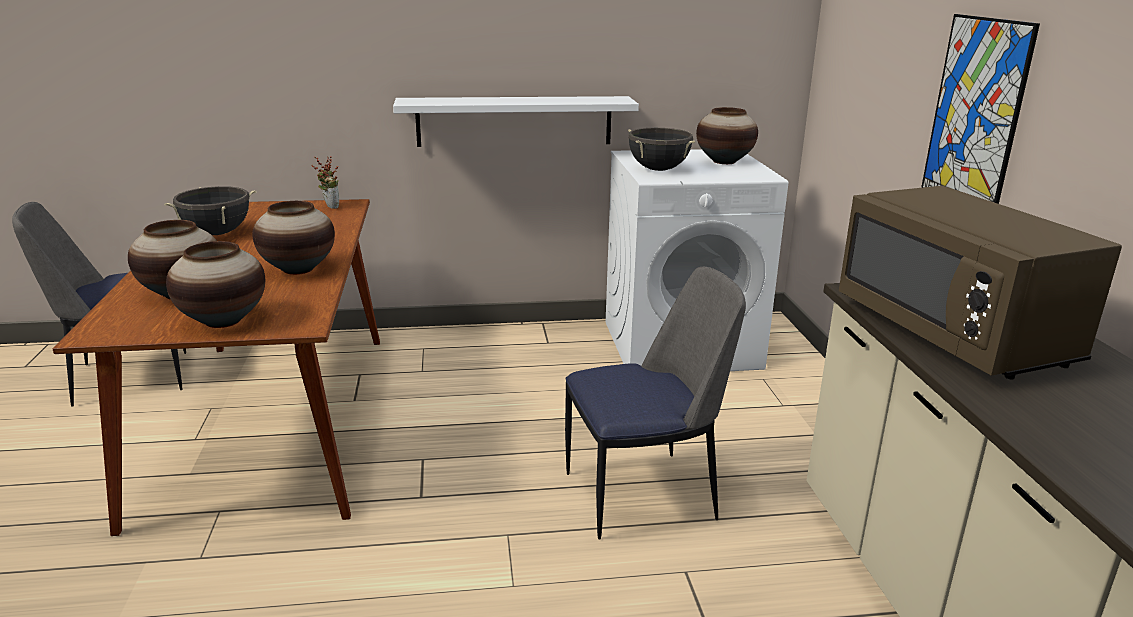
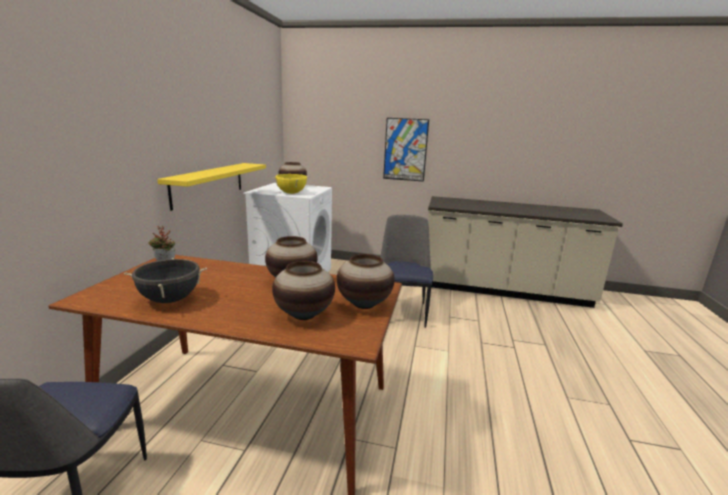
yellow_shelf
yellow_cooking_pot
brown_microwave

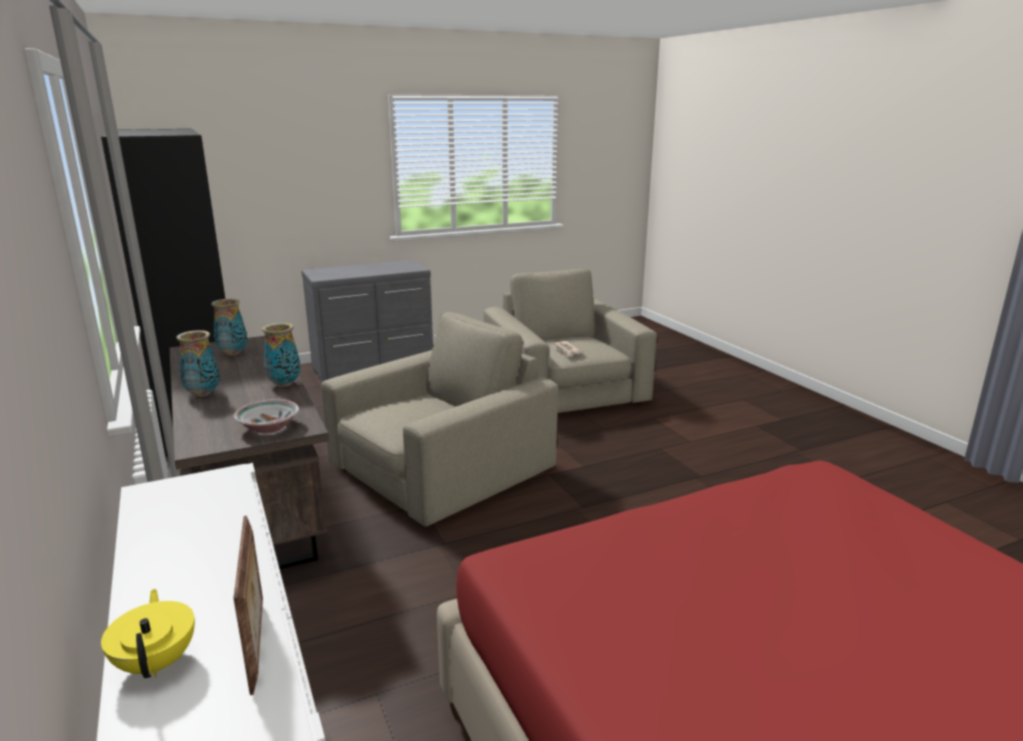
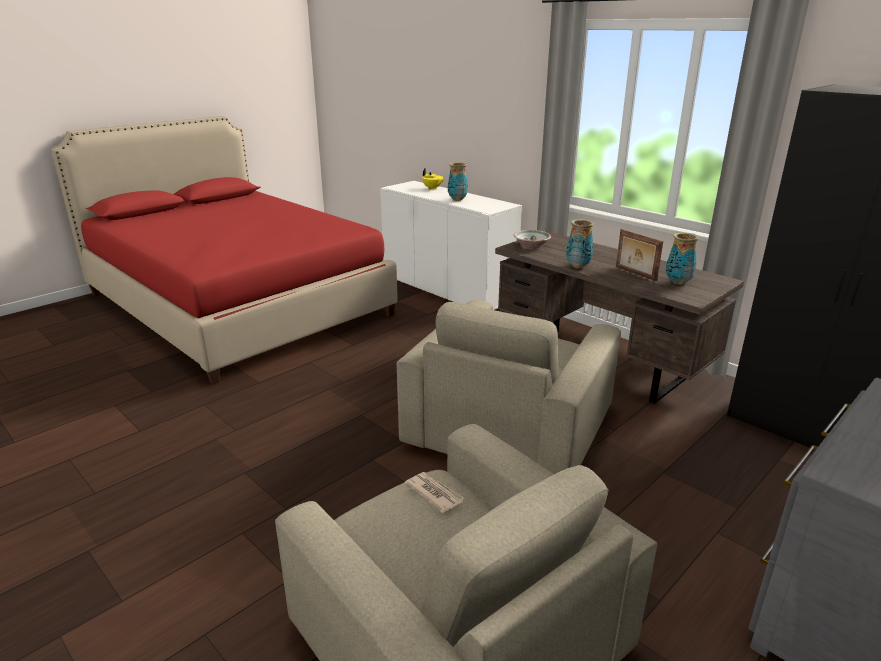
vase (1st from left)
picture_frame

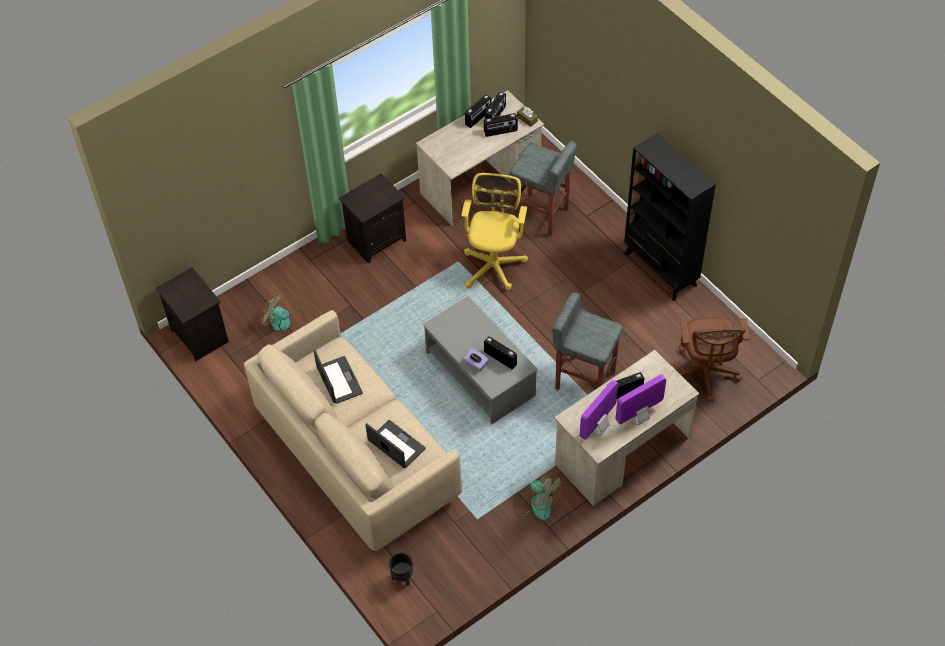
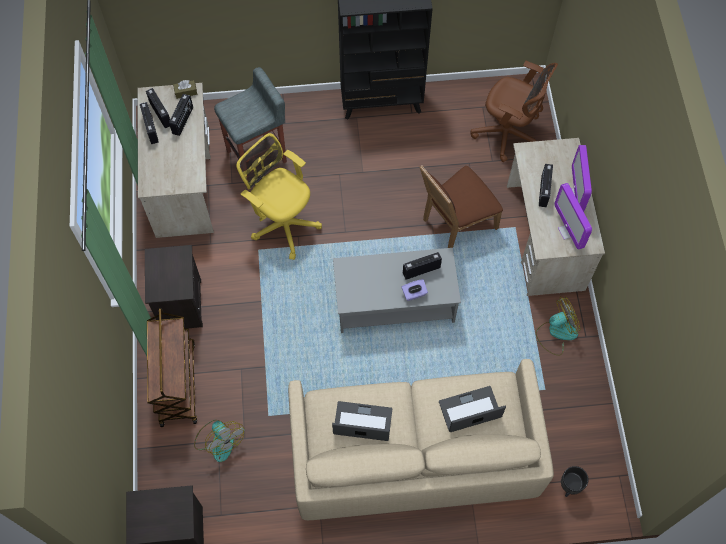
fan (1st from left)
brown_chair
brown_cart

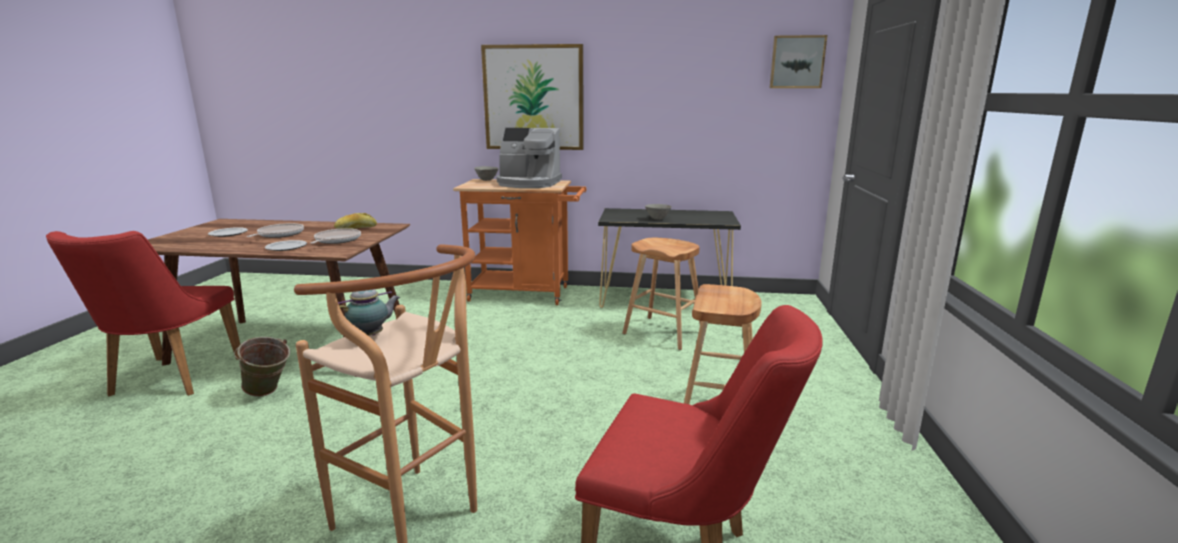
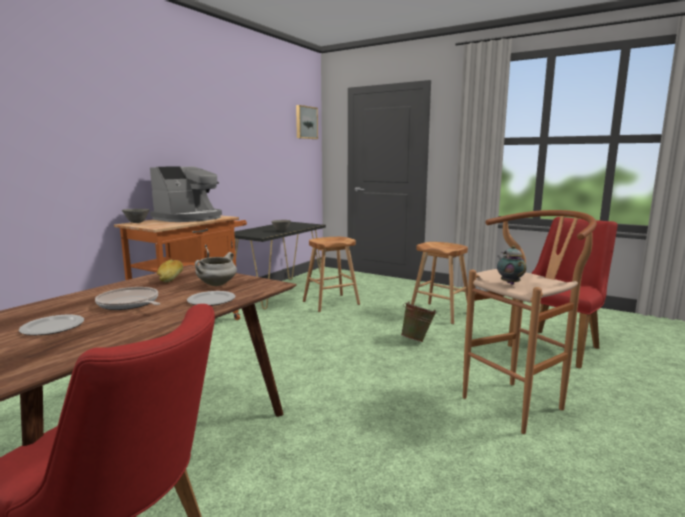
green_bucket
white_cooking_pot
picture (1st from left in the first image)

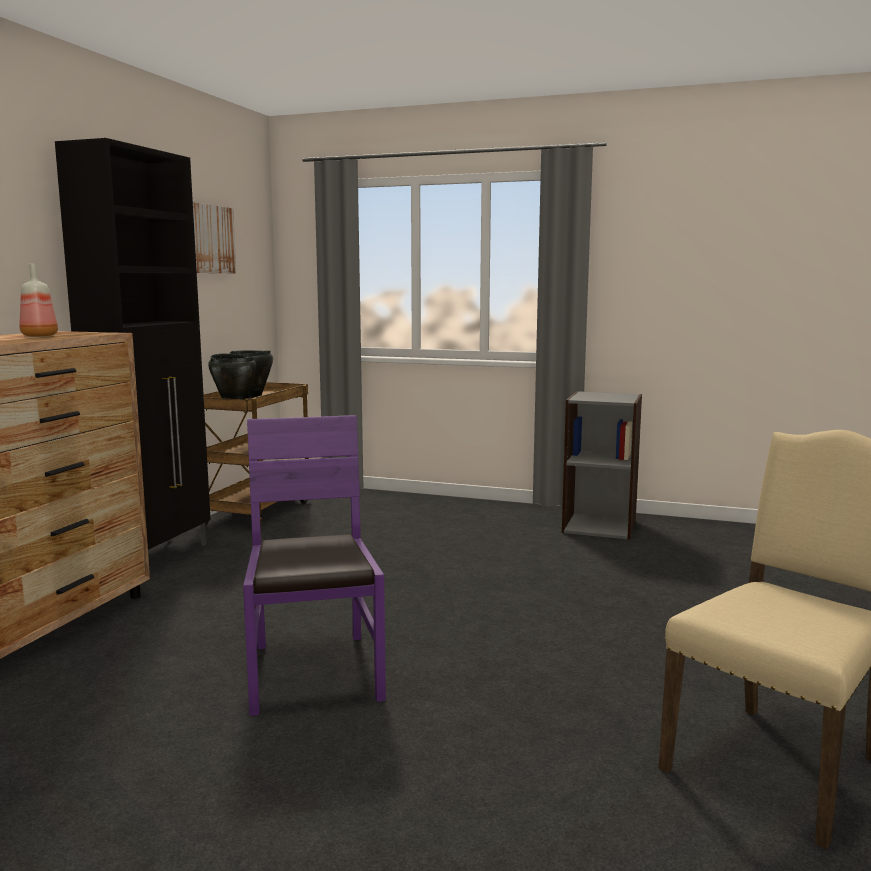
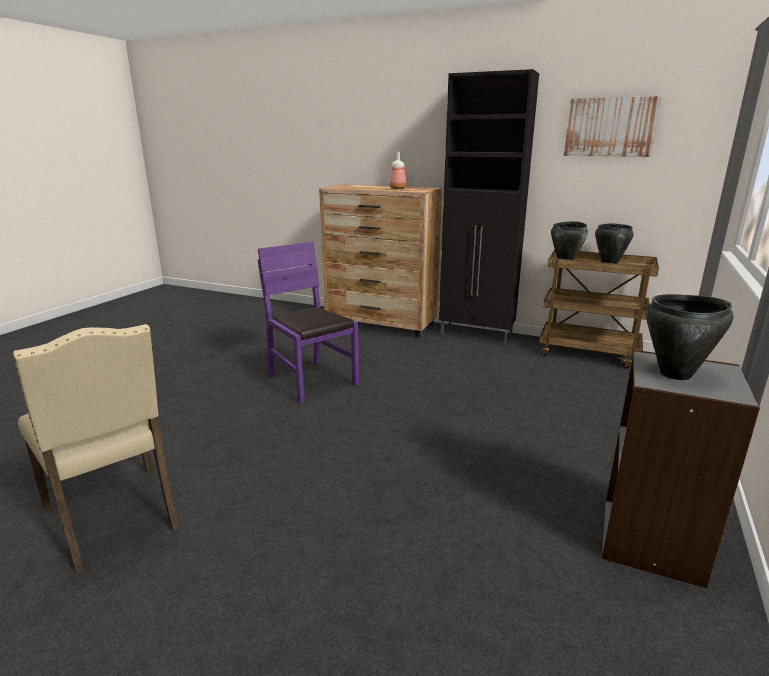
purple_chair
black_cooking_pot (3rd from left)

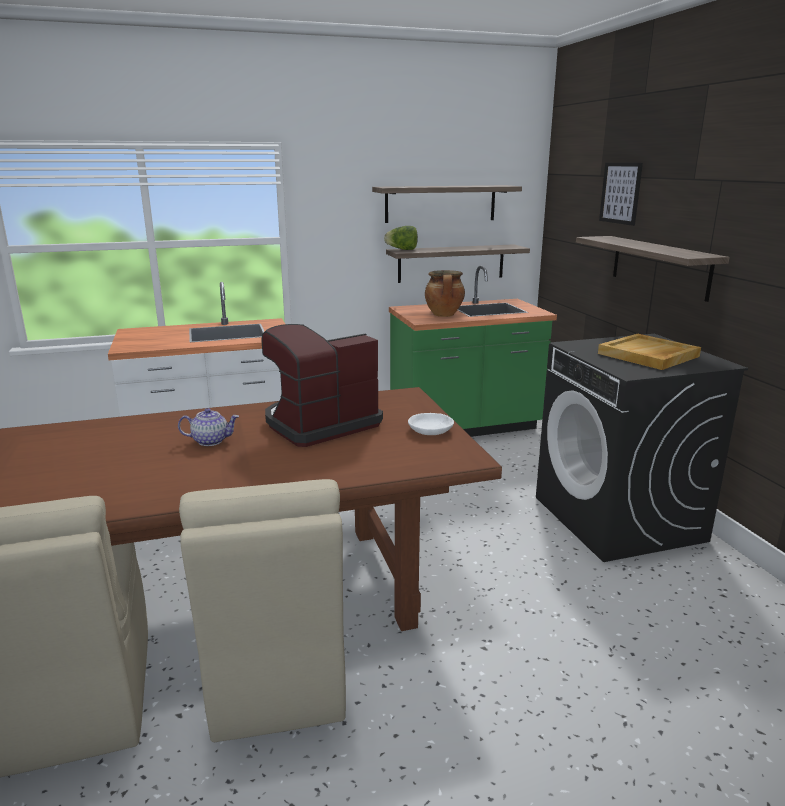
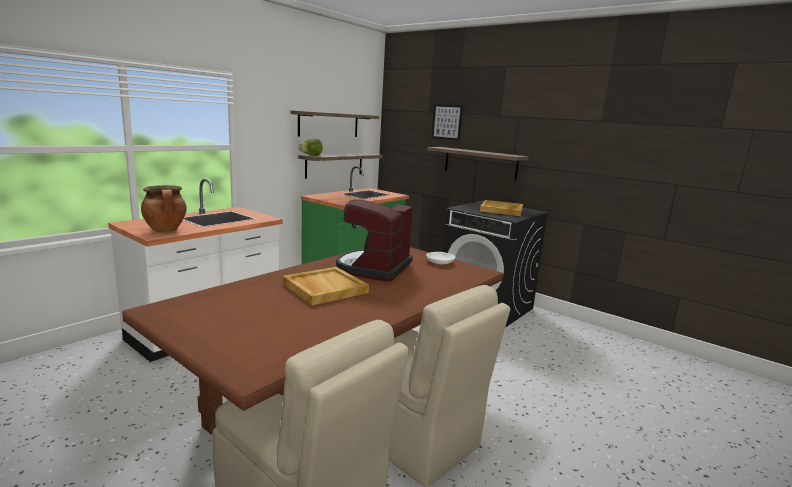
beige_tray (1st from left)
cooking_pot

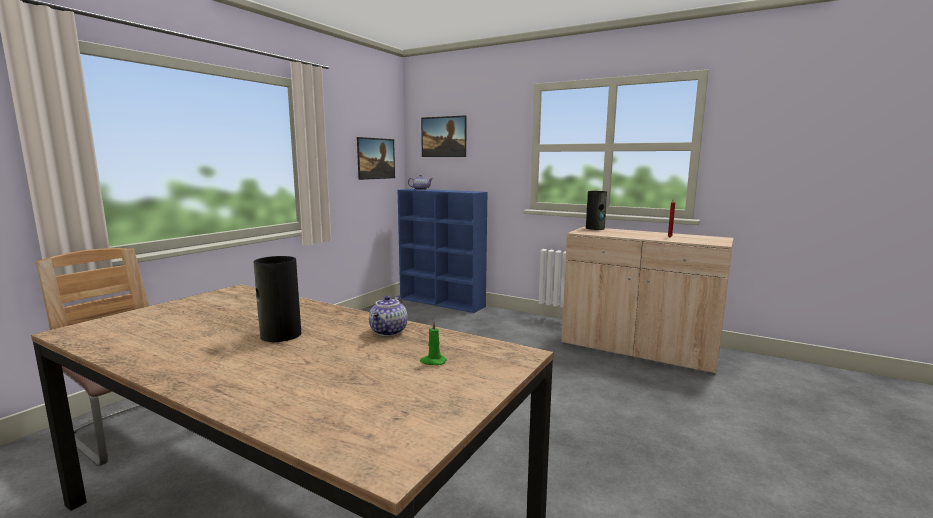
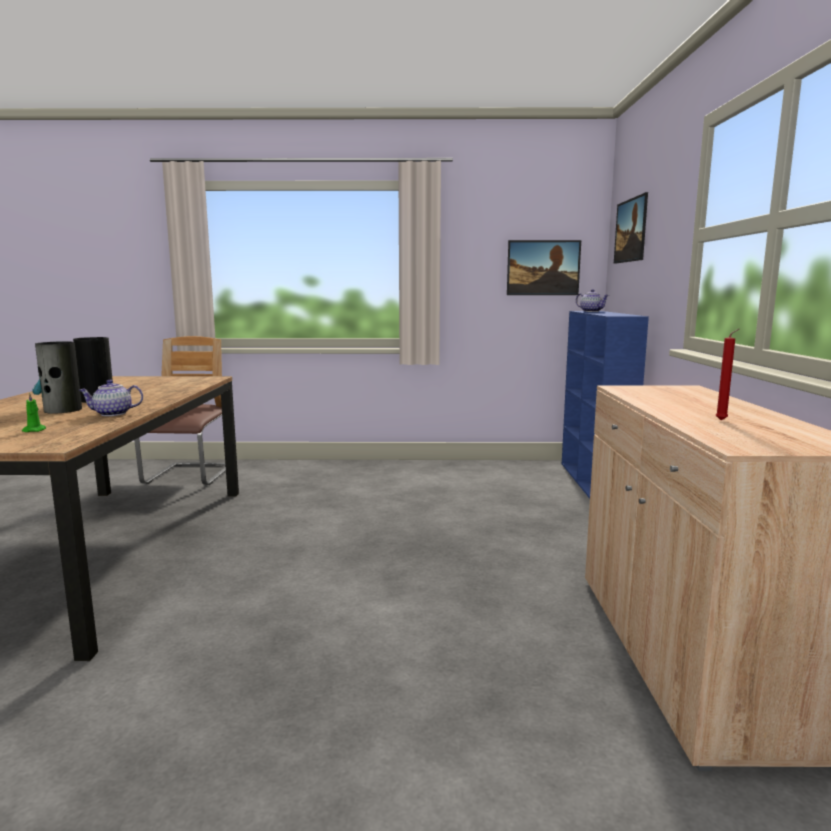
vase (1st from left)

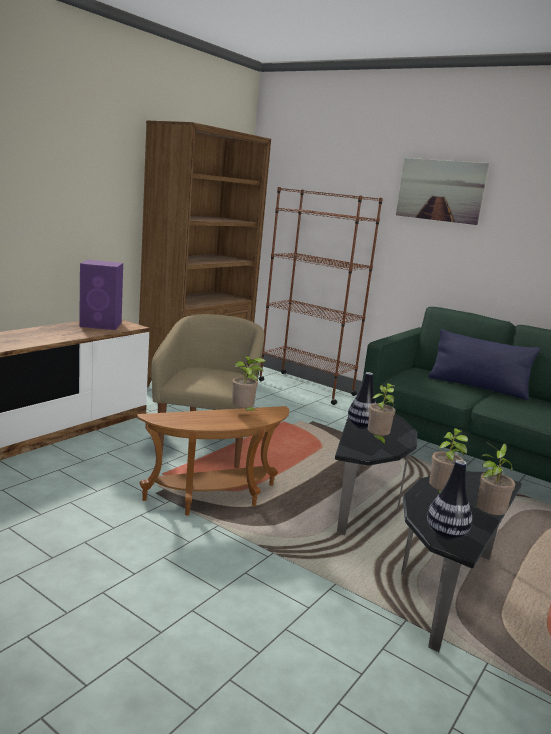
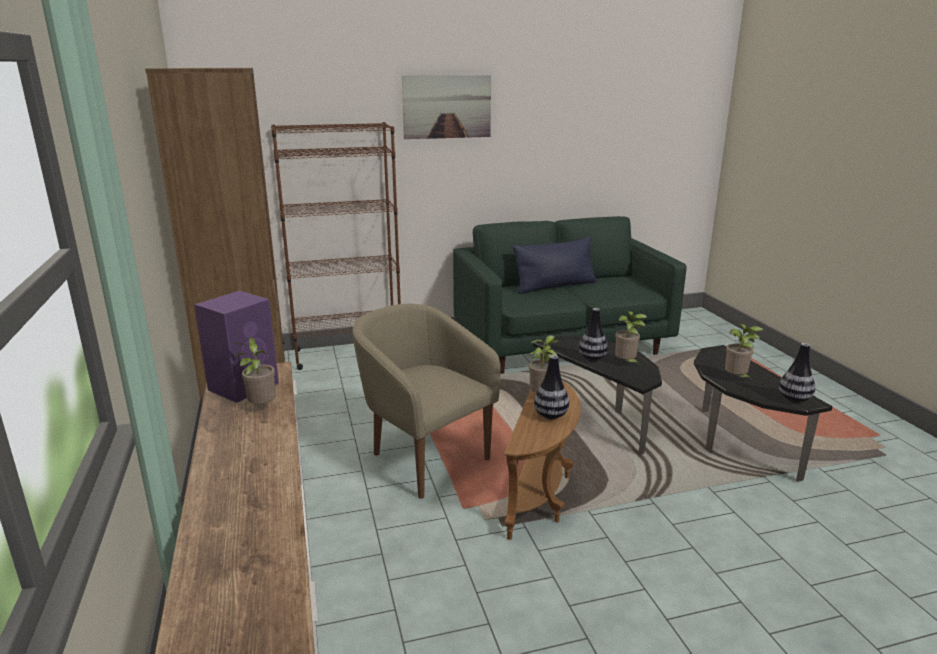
potted_plant (1st from left)
vase (1st from left)

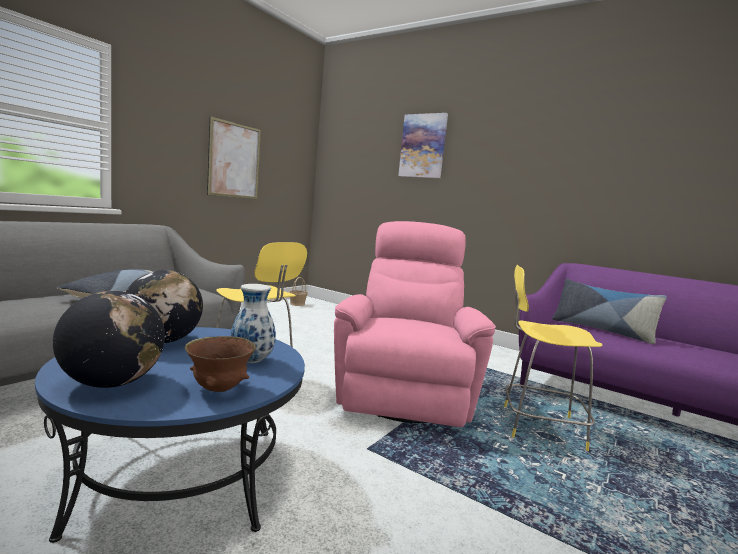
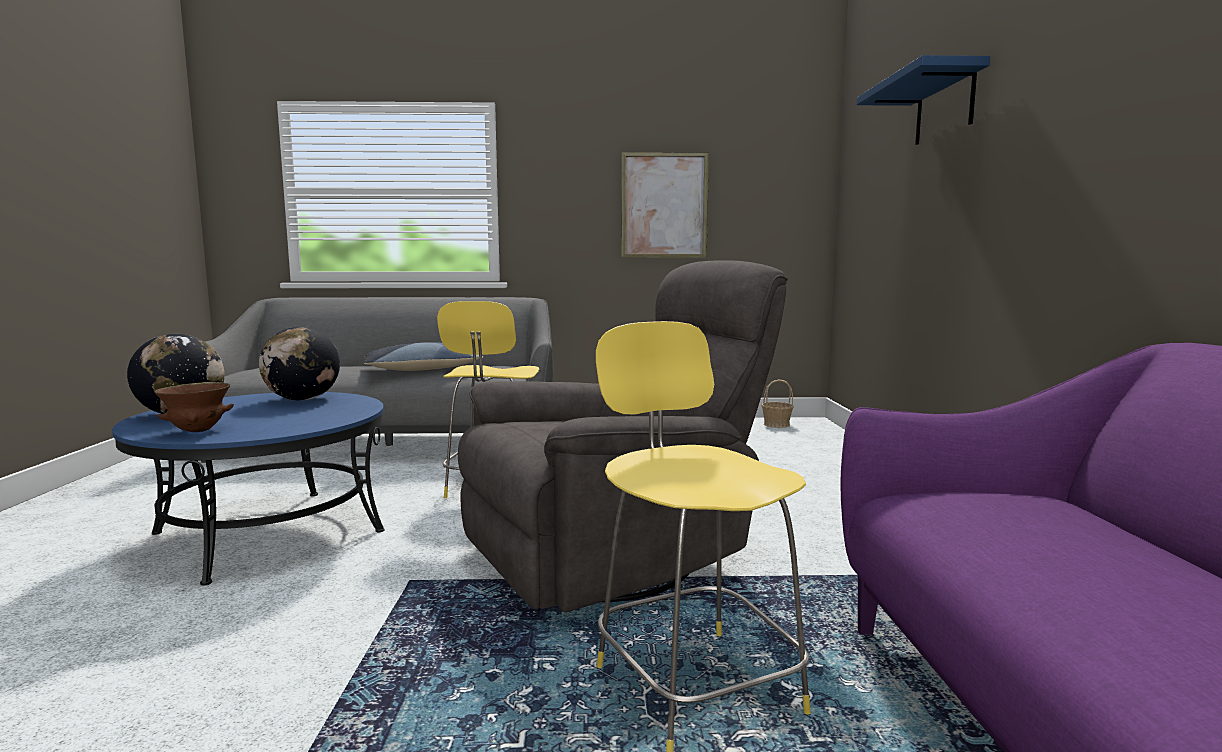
vase
grey_armchair
blue_shelf
pillow (2nd from left in the first image)

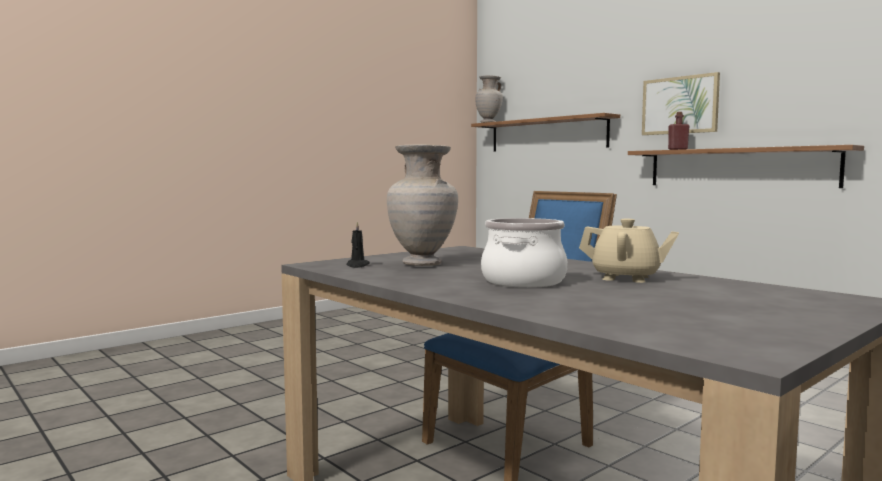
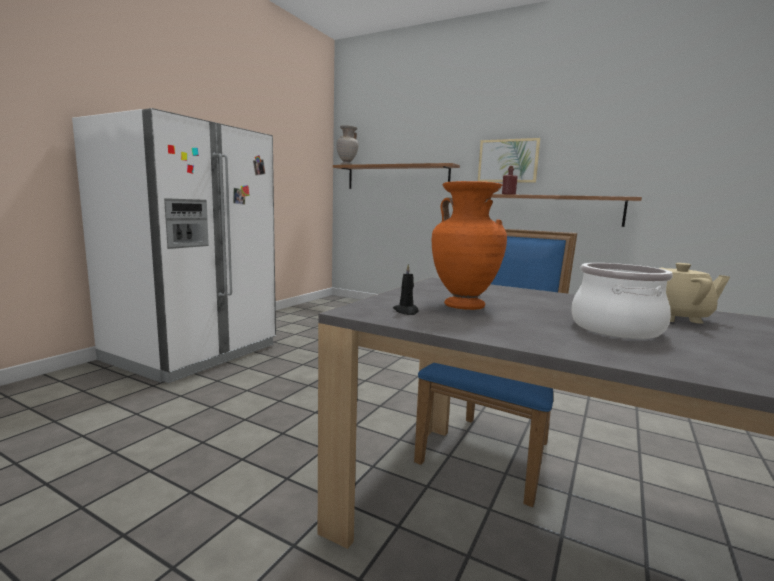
orange_vase
white_fridge

